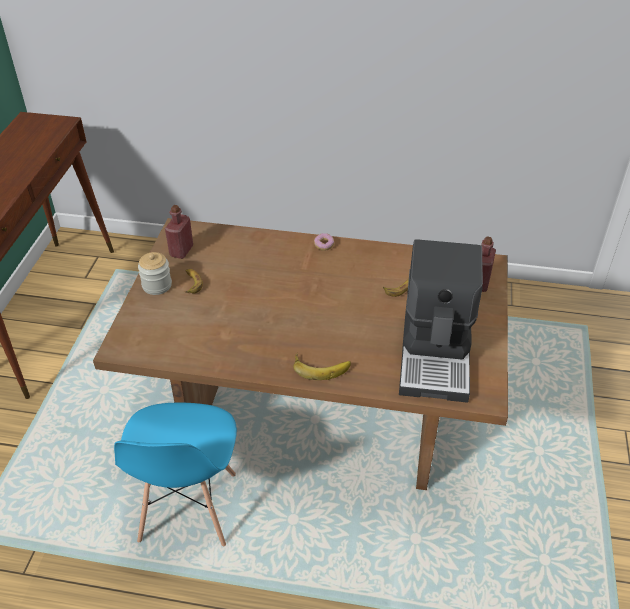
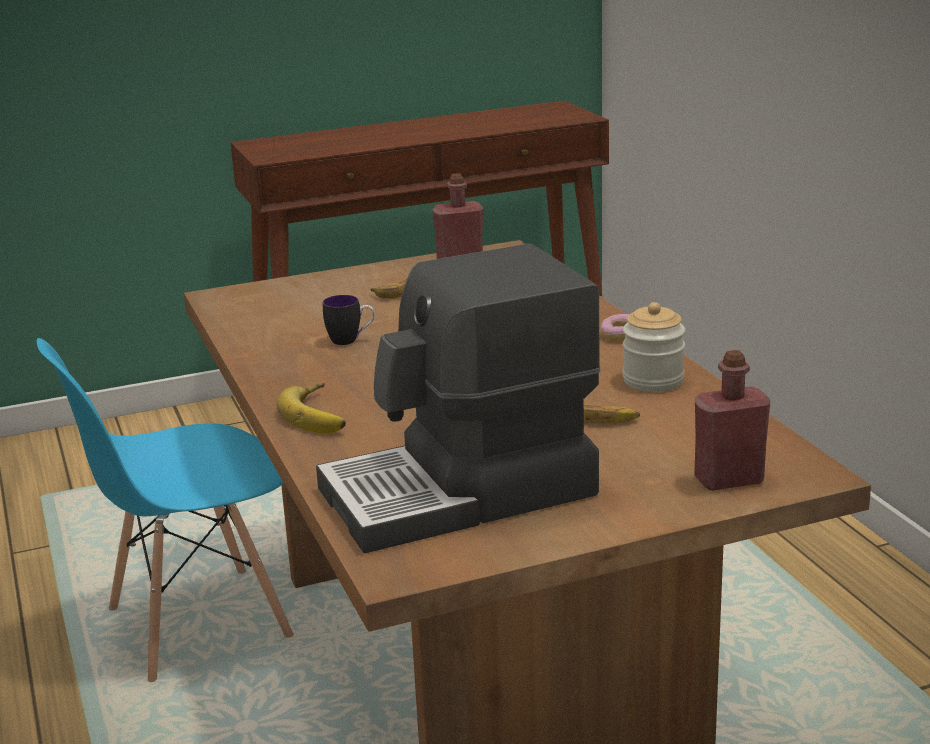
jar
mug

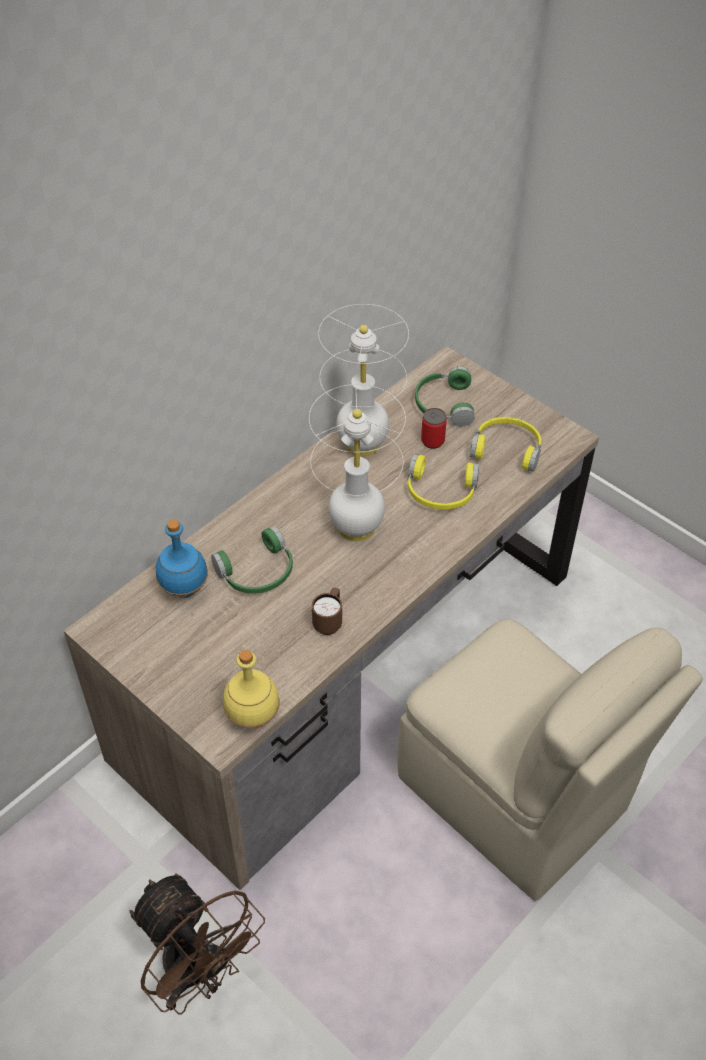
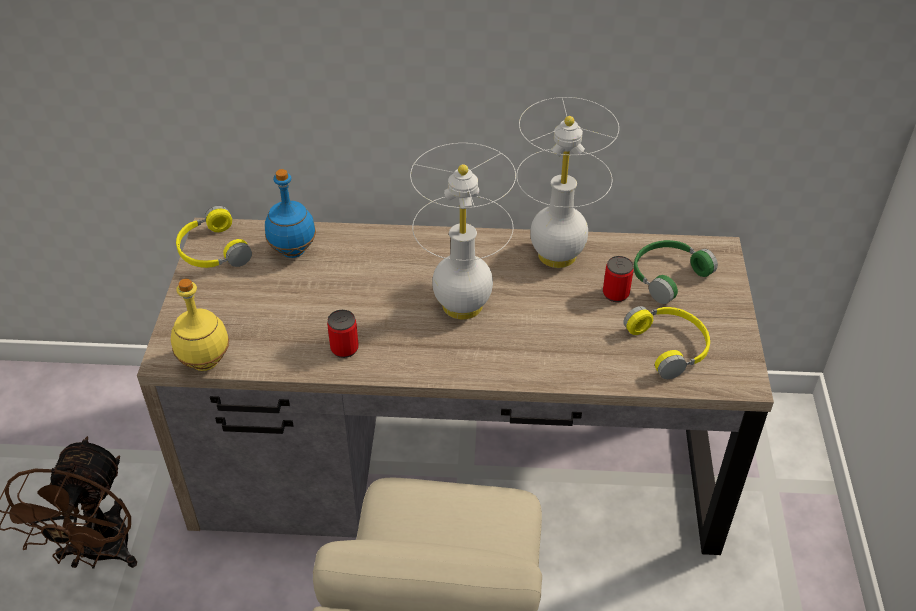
green_headphones (1st from left in the first image)
can (1st from left)
yellow_headphones (1st from left)

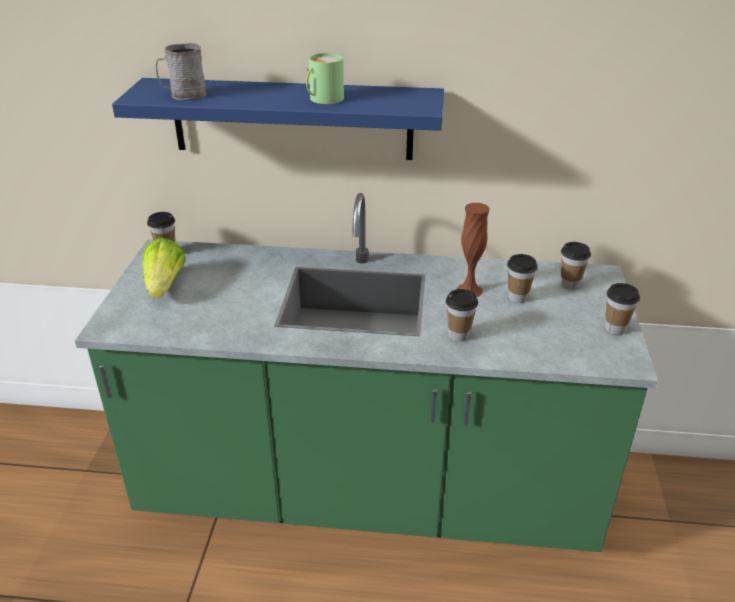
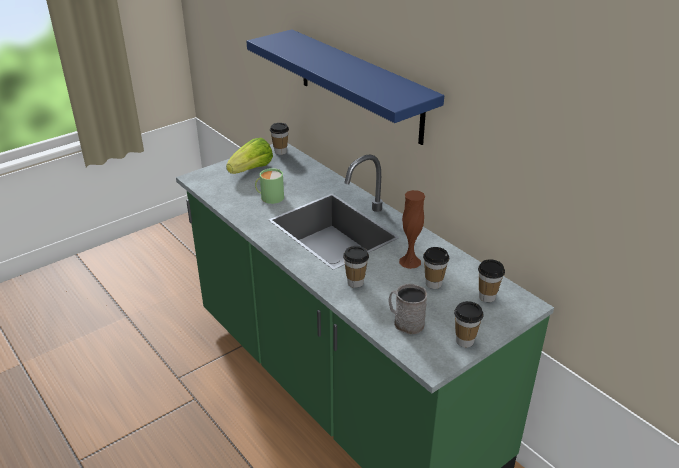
grey_mug
green_mug

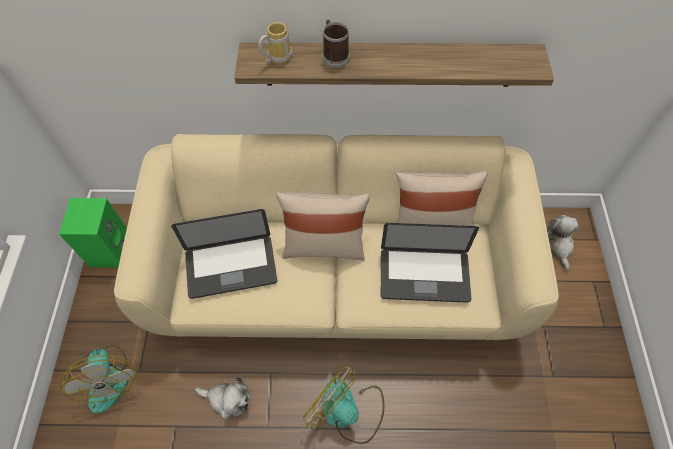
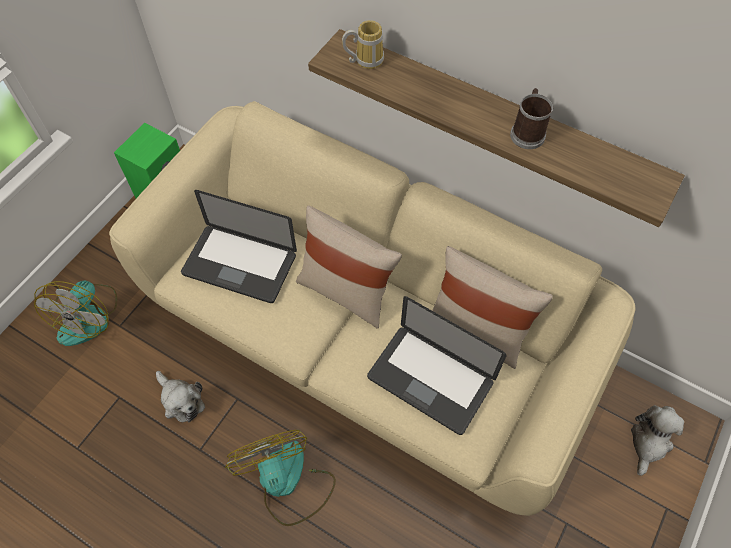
mug (2nd from left)

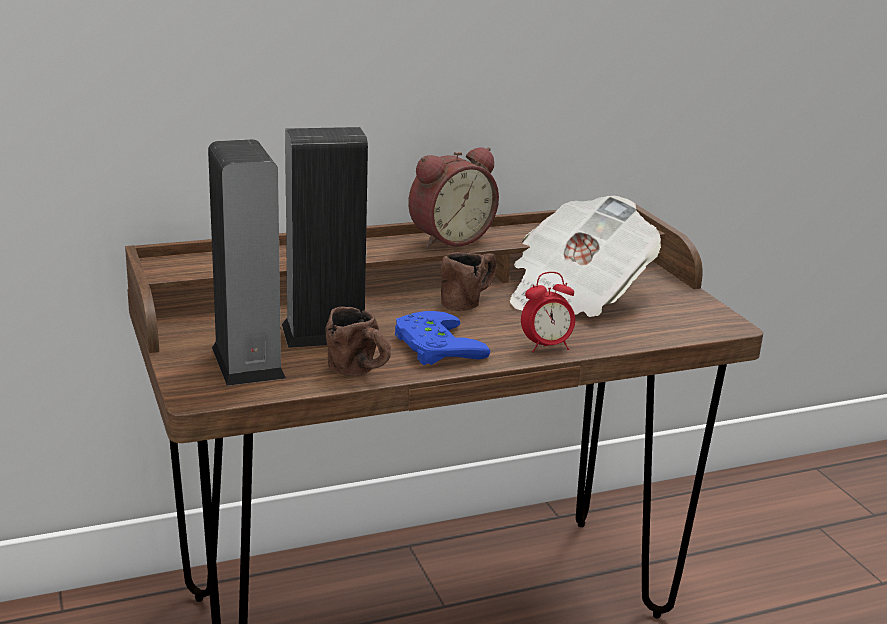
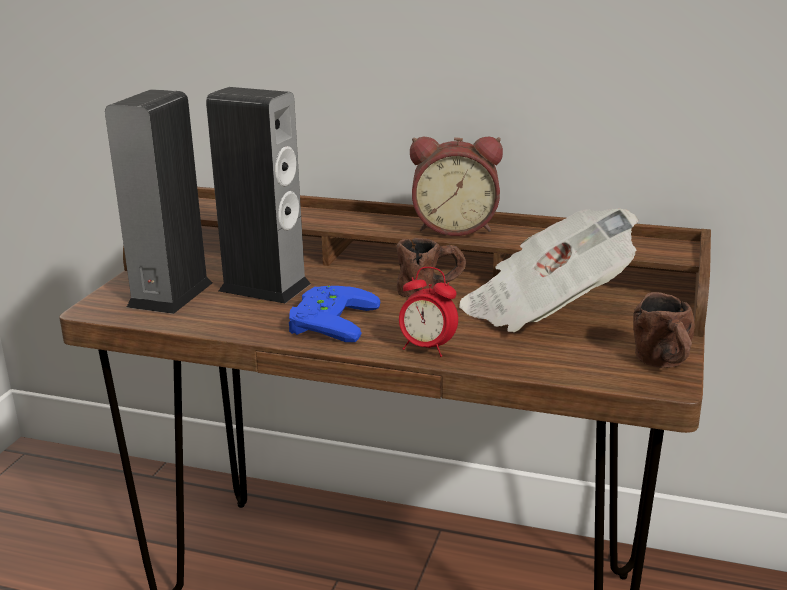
brown_mug (2nd from left)

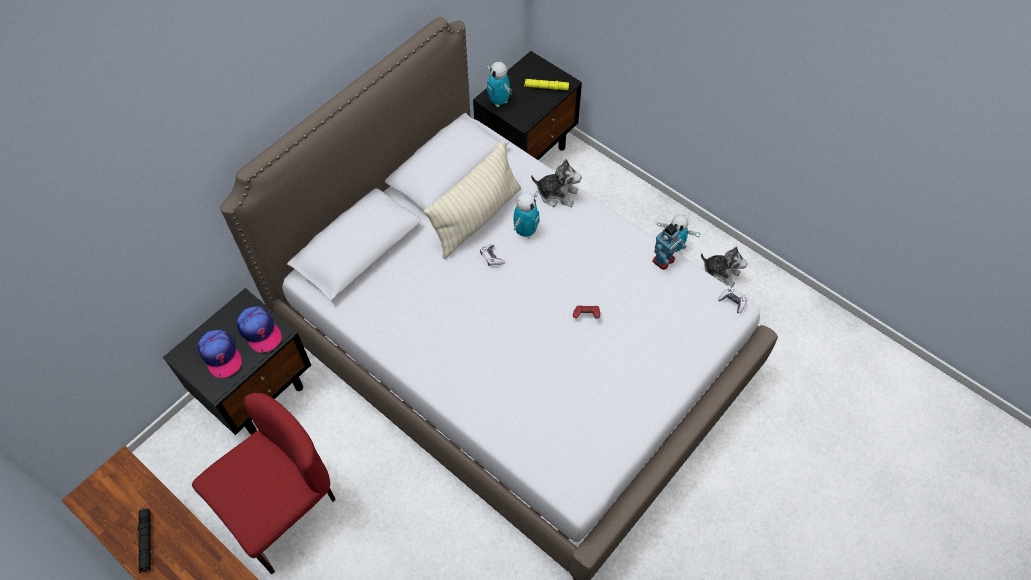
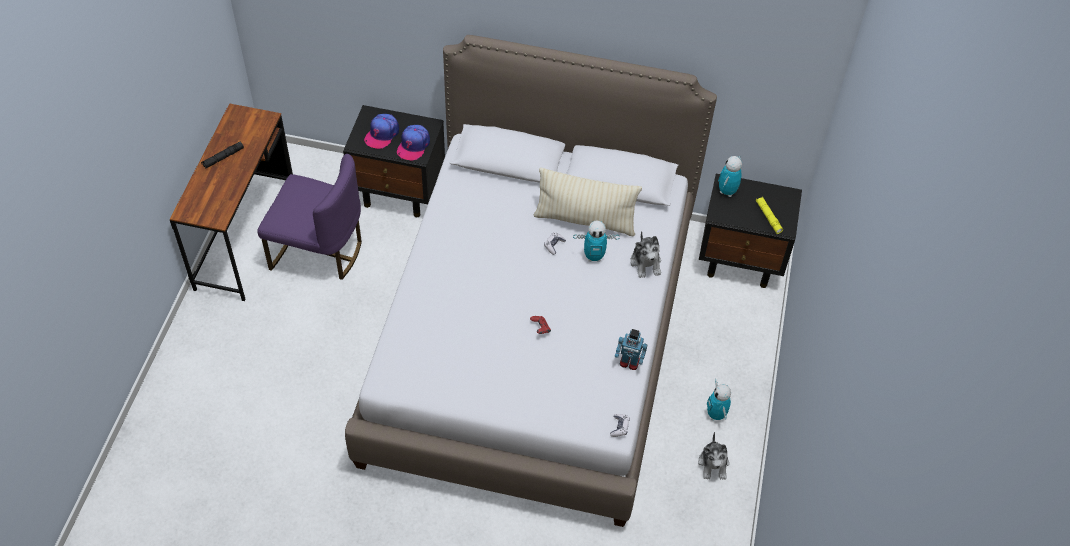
purple_chair

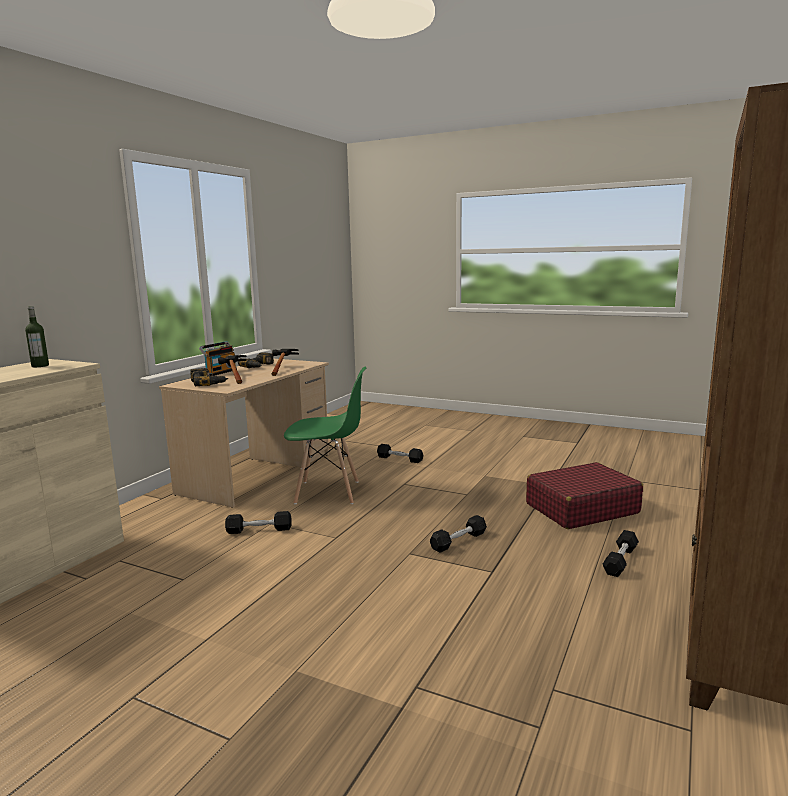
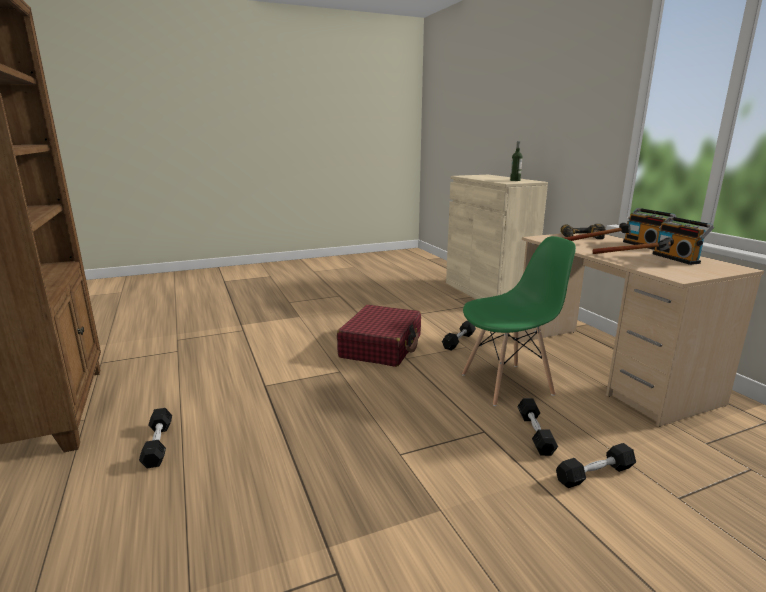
radio (2nd from left)
green_chair
black_dumbbell (3rd from left)
red_suitcase

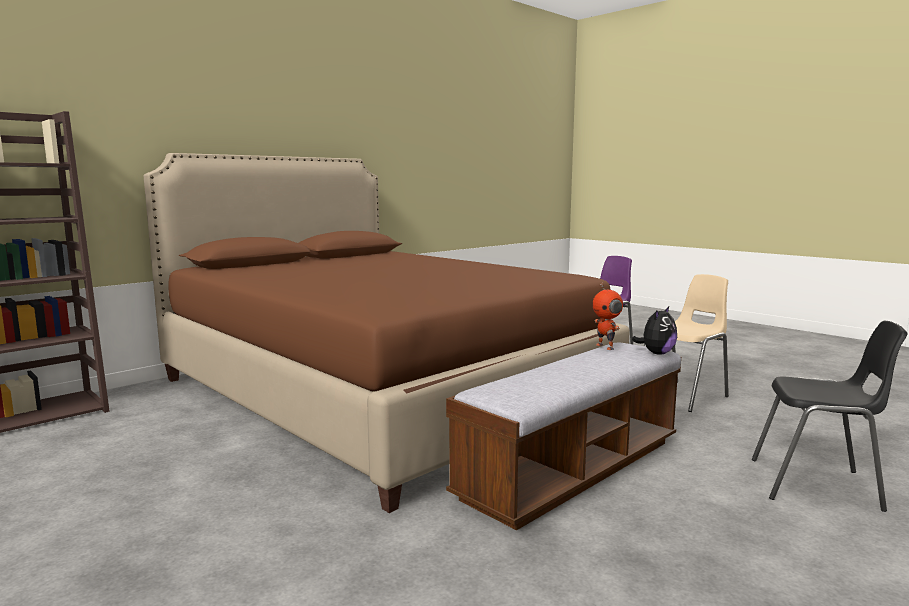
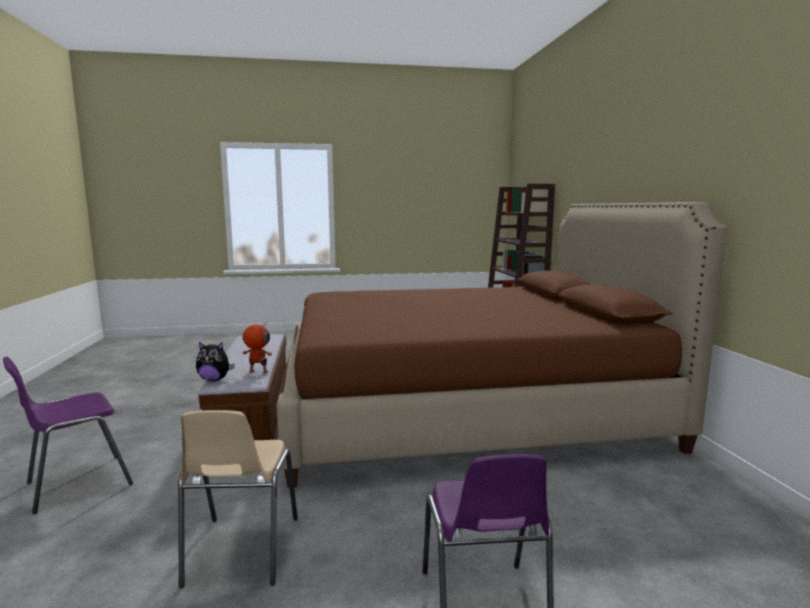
plush_toy
purple_chair (1st from left)

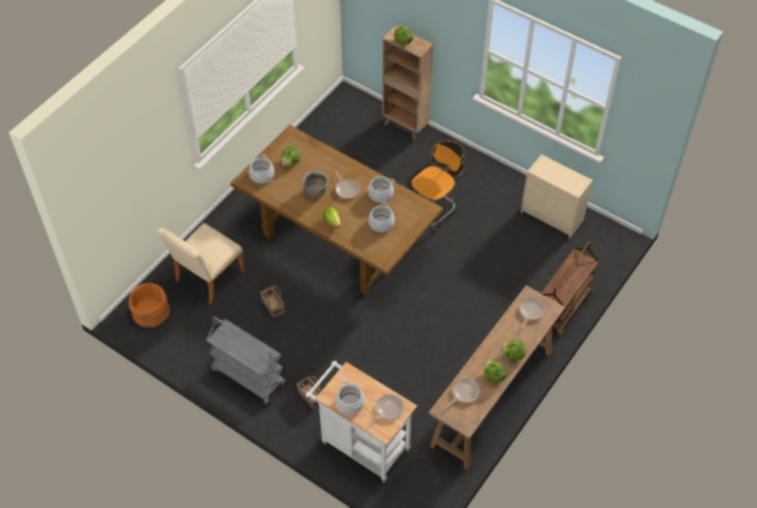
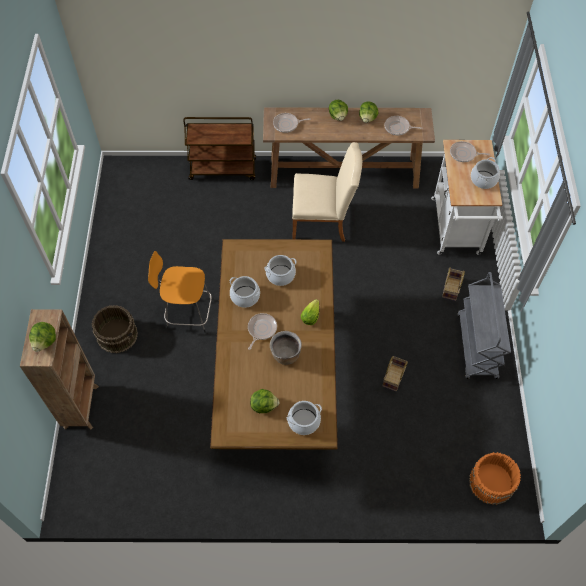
beige_chair
beige_dresser

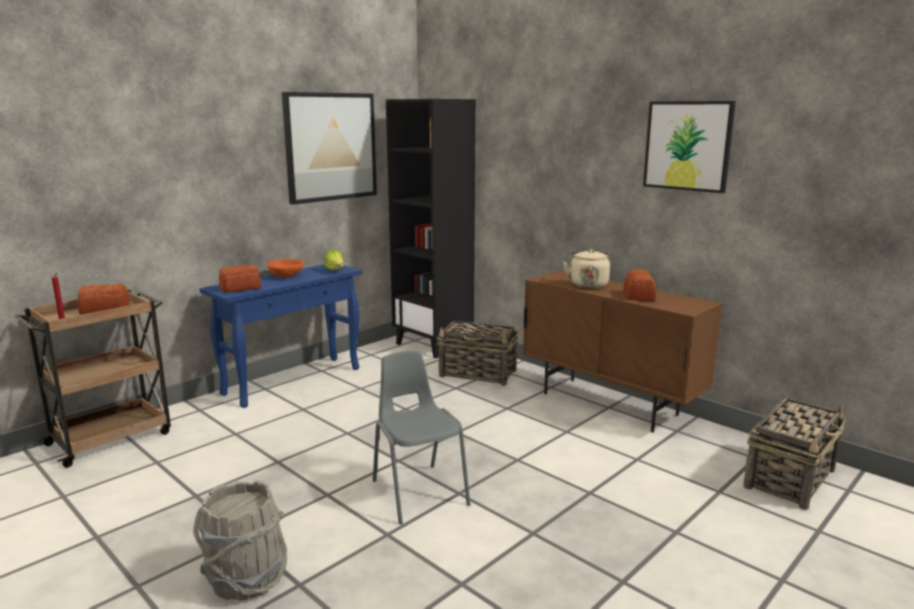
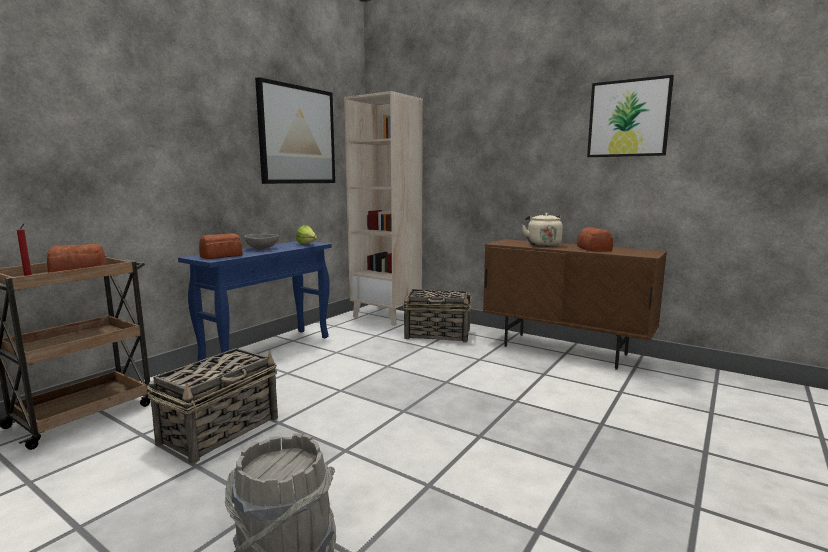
grey_bowl
grey_chair
beige_bookcase
basket (1st from left)

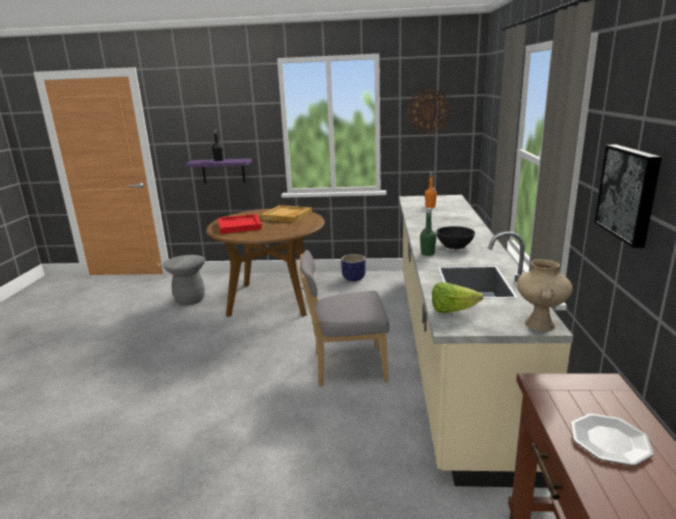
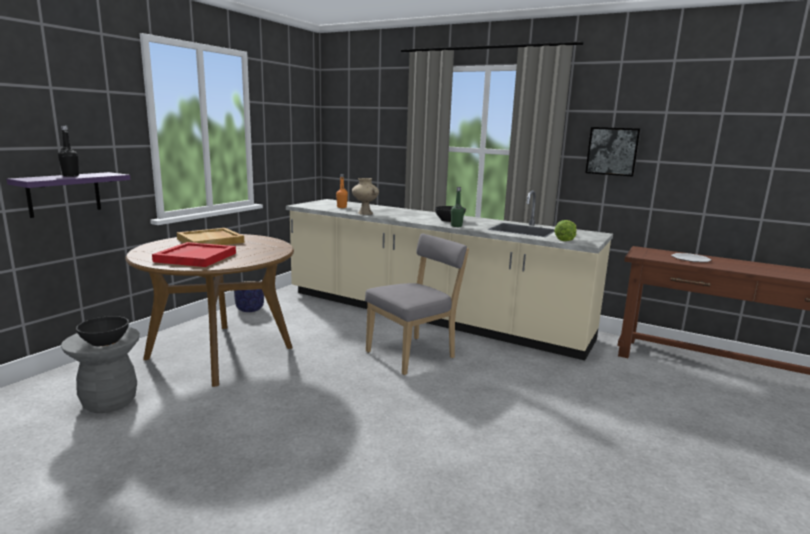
grey_chair
wall_clock
beige_vase
black_bowl (1st from left)

